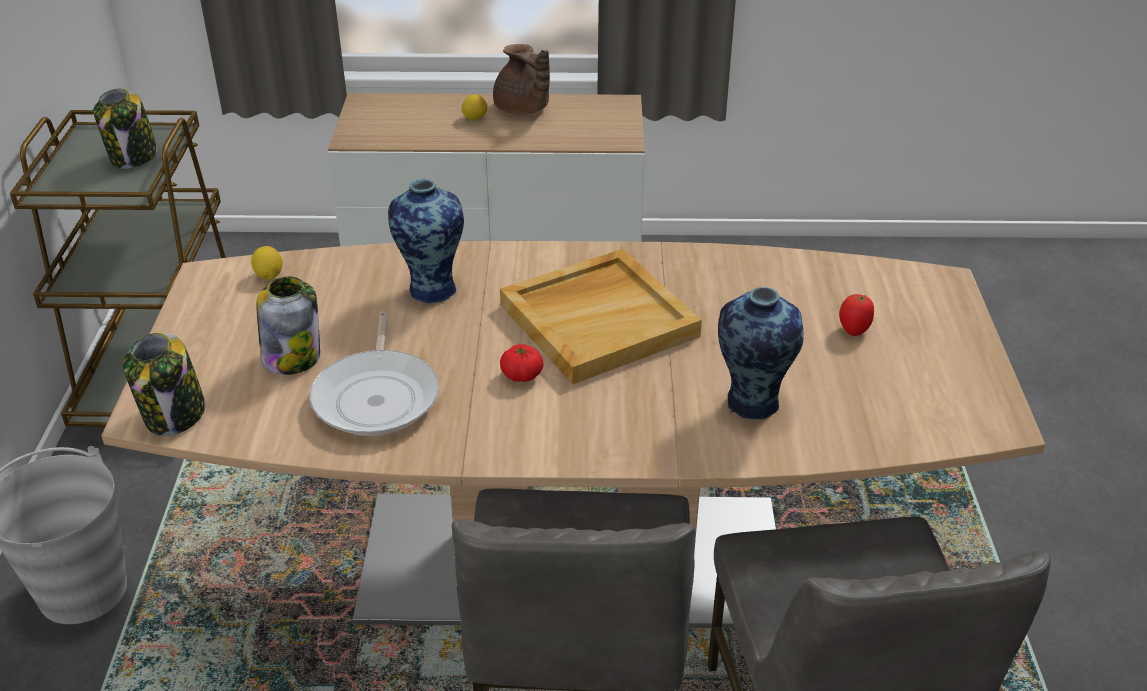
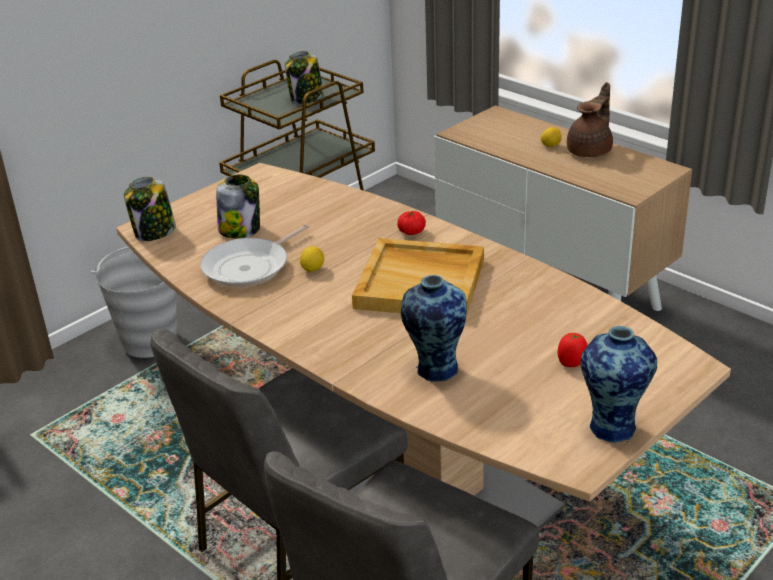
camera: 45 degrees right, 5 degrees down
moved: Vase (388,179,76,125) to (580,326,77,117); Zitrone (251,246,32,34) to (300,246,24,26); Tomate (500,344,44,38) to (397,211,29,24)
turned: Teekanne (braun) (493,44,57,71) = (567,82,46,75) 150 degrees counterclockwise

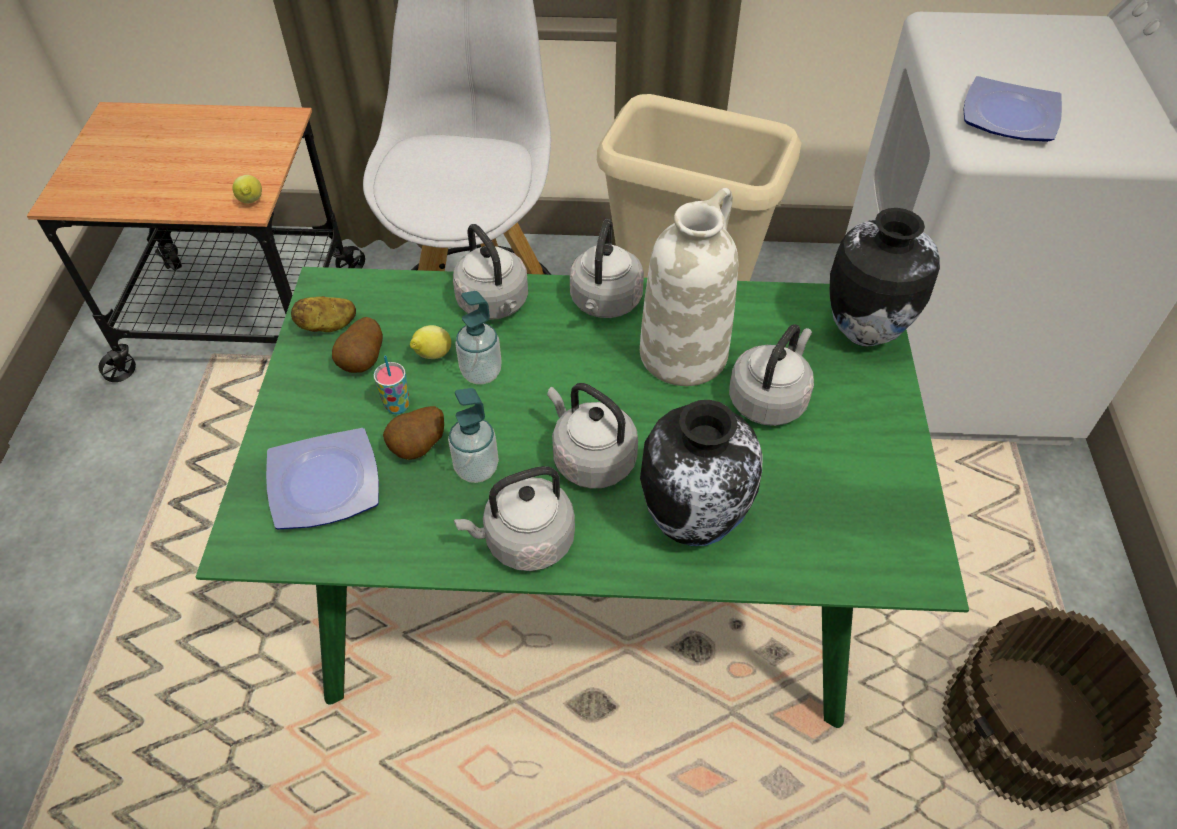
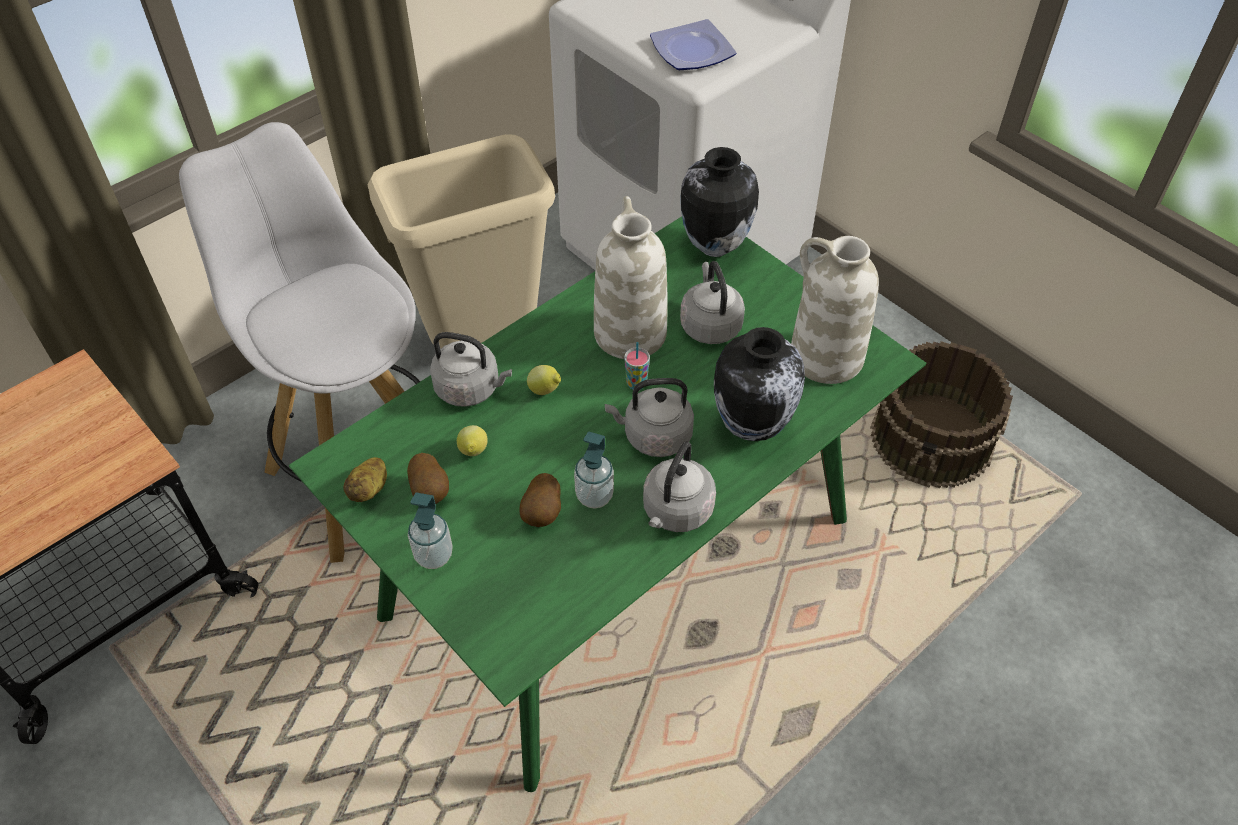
camera: 45 degrees left, 0 degrees up
removed: Wasserkessel (grau) (570,219,74,99); Teller (266,428,113,101)
added: Vase (weiß) (791,236,88,148)
moved: Zitrone (233,175,29,28) to (527,365,34,30); Seifenspender (455,291,47,93) to (408,492,45,77); Tasse (374,356,36,58) to (624,342,26,48)

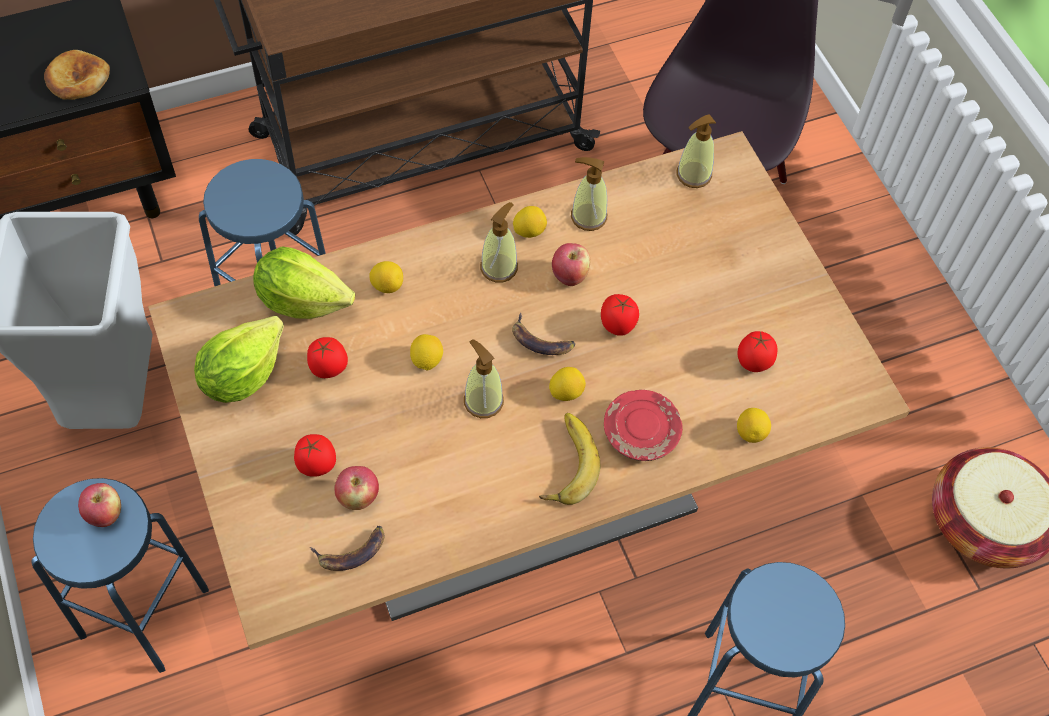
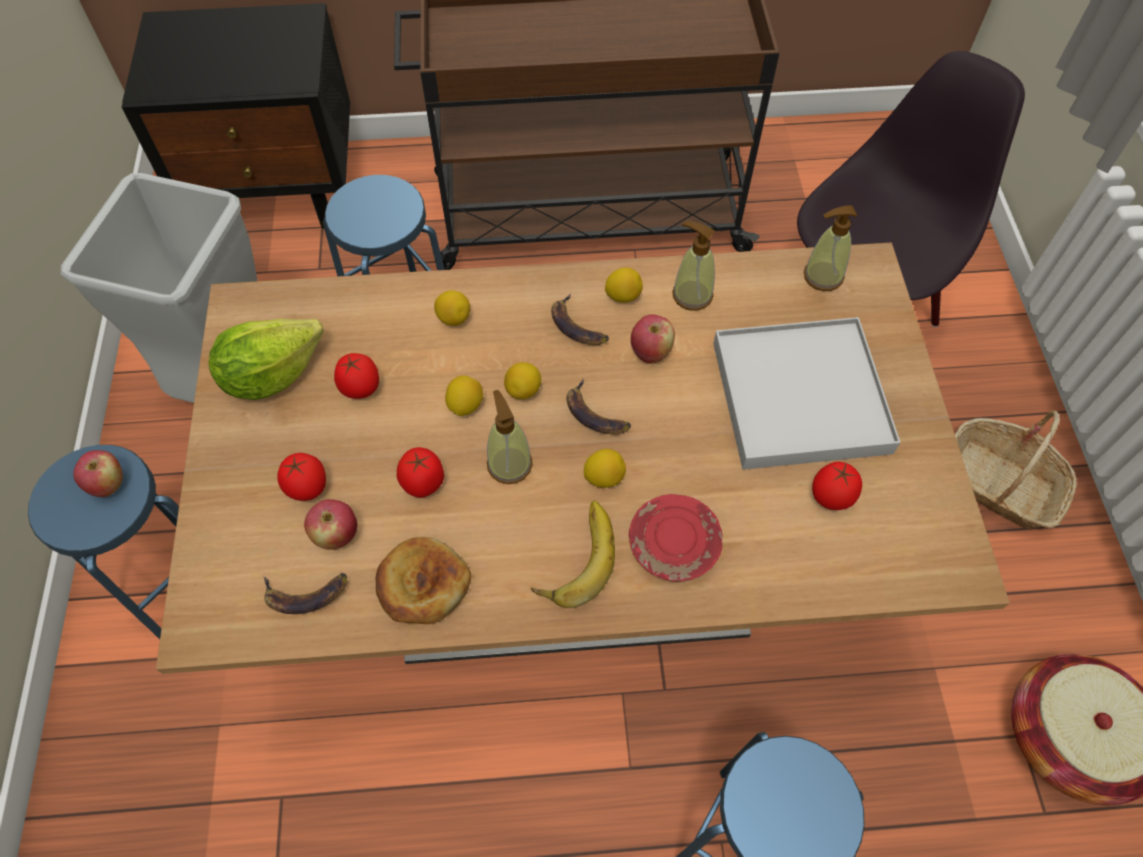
camera: 20 degrees right, 0 degrees up
removed: Salatkopf (253,246,102,73)
added: Tablett (weiß) (713,317,188,153); Korb (955,410,122,120)
moved: Brot (44,50,66,50) to (376,537,95,87); Tomate (601,294,38,42) to (397,447,47,51); Zitrone (737,408,34,35) to (504,362,37,37)
replaced: Seifenspender (480,202,38,81) to Banane (551,294,58,51)

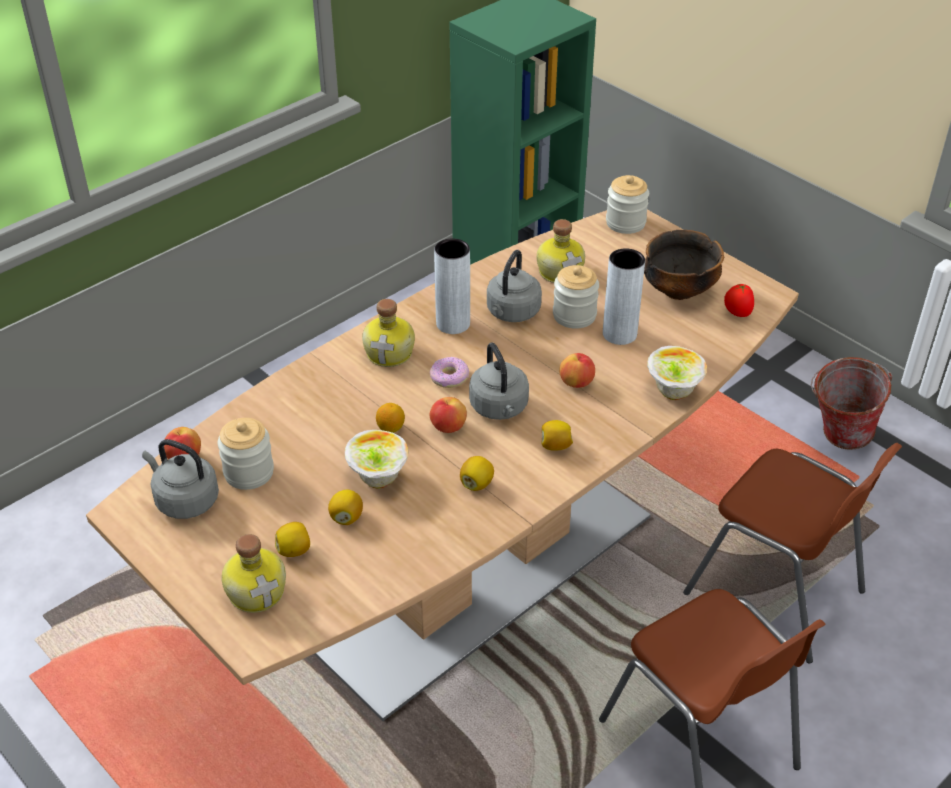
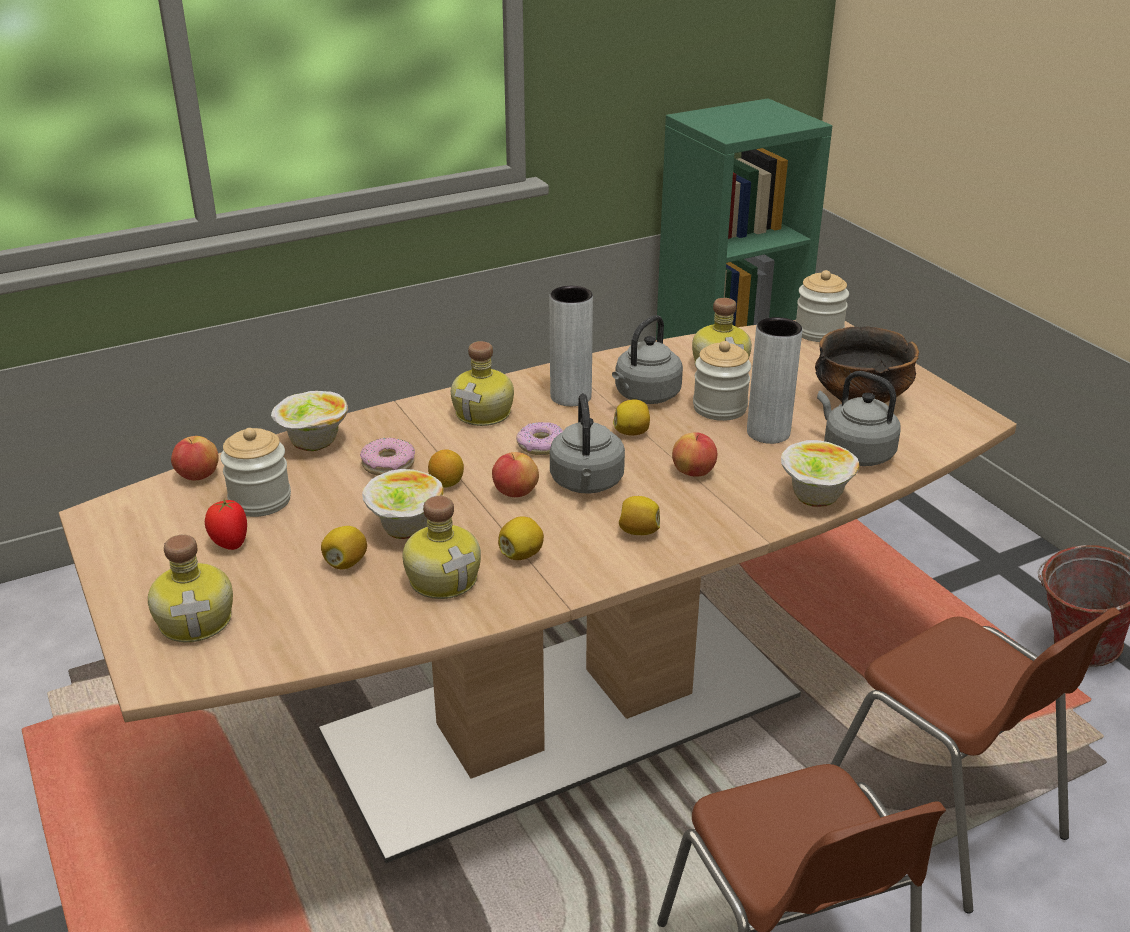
camera: 15 degrees right, 10 degrees down
added: Schüssel (271,391,77,60); Donut (360,437,55,38); Flasche (402,496,79,103)
moved: Tomate (724,284,30,33) to (205,499,42,51); Wasserkessel (grau) (142,439,77,80) to (817,371,84,95); Zitrone (275,522,35,35) to (613,399,37,36)

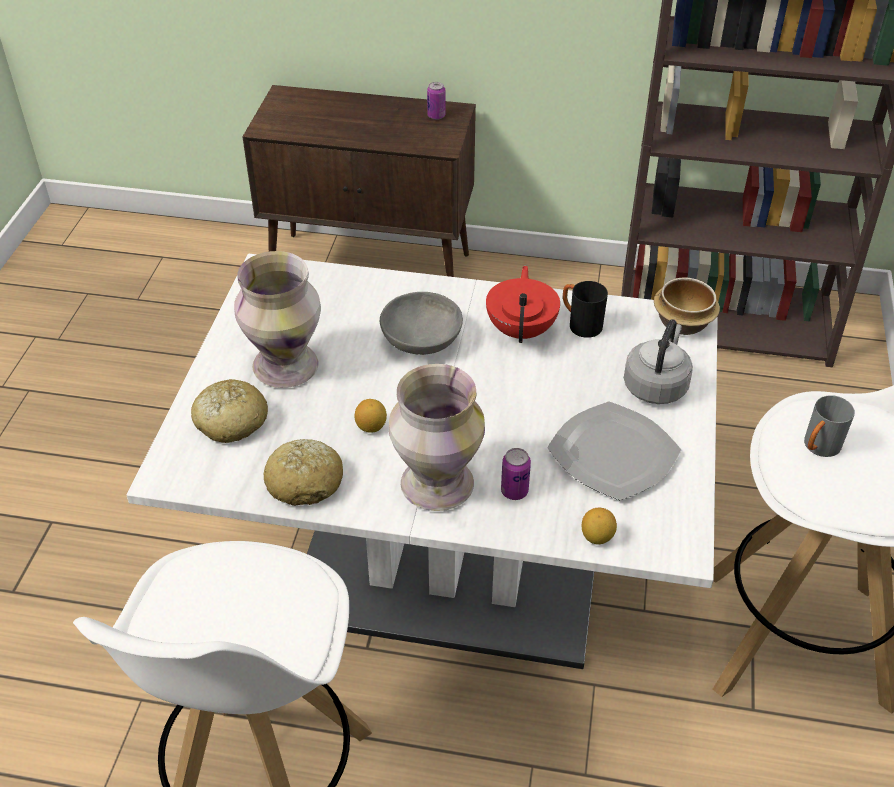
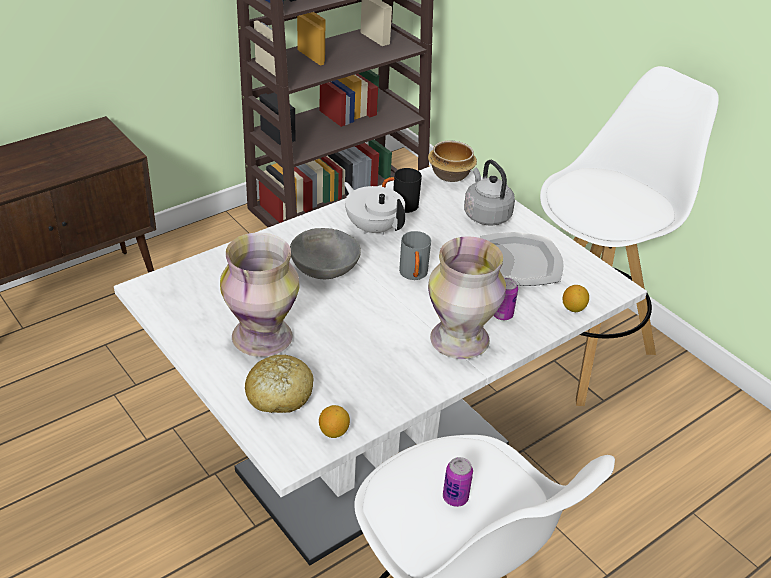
camera: 50 degrees left, 5 degrees down
removed: Brot (264,439,79,67)
moved: Dose (427,82,18,38) to (443,457,30,50); Henkelbecher (grau) (804,395,51,62) to (399,231,32,49); Zitrone (355,399,32,34) to (319,405,31,33)
recoloured: Teekanne (rot) (486,266,74,77) to Teekanne (weiß) (344,182,61,53)

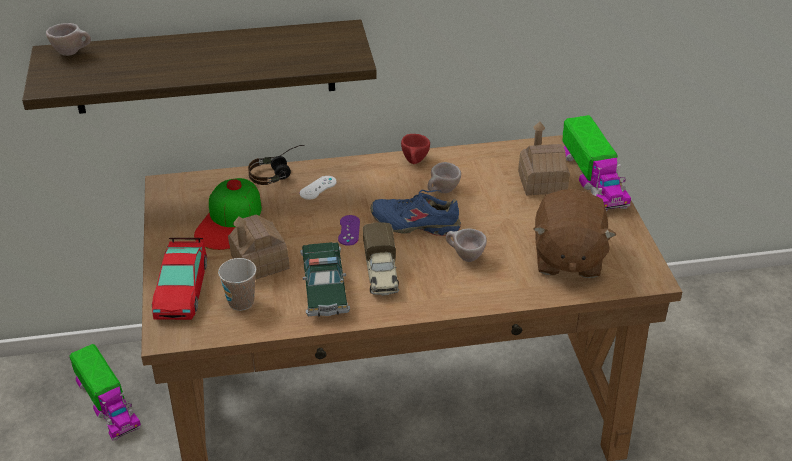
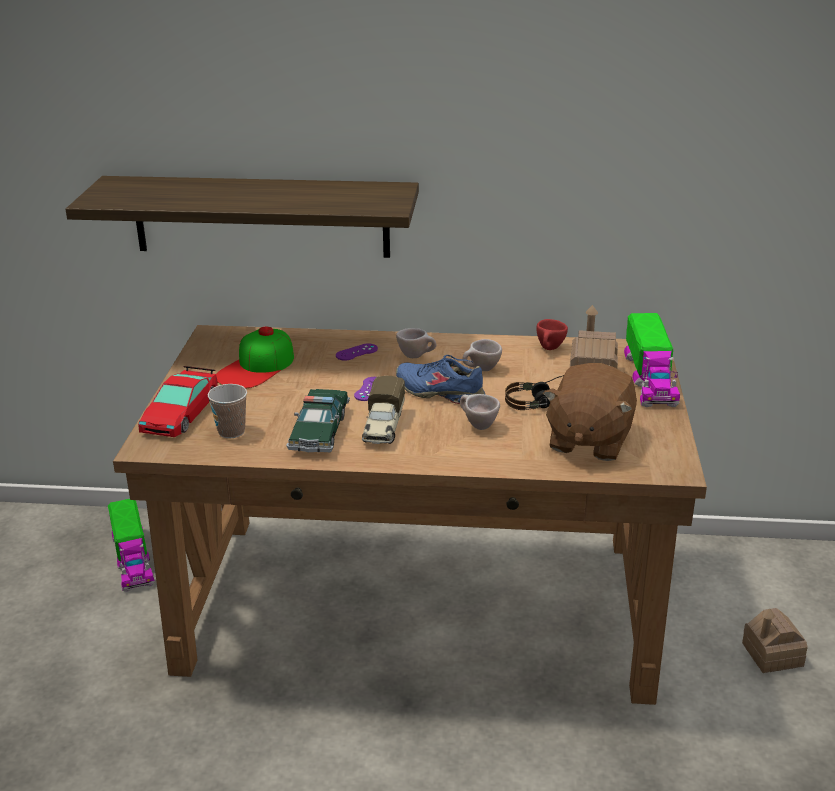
camera: 15 degrees right, 10 degrees down
moved: Tasse (beige) (46,23,45,33) to (396,328,40,30); Tasse (rot) (401,134,29,30) to (536,319,32,31); Kopfhörer (248,145,57,40) to (505,375,59,35); Spielzeughaus (228,215,62,65) to (742,608,66,65)
recoloured: Gamepad (weiß) (300,176,37,24) to Gamepad (lila) (336,343,42,18)

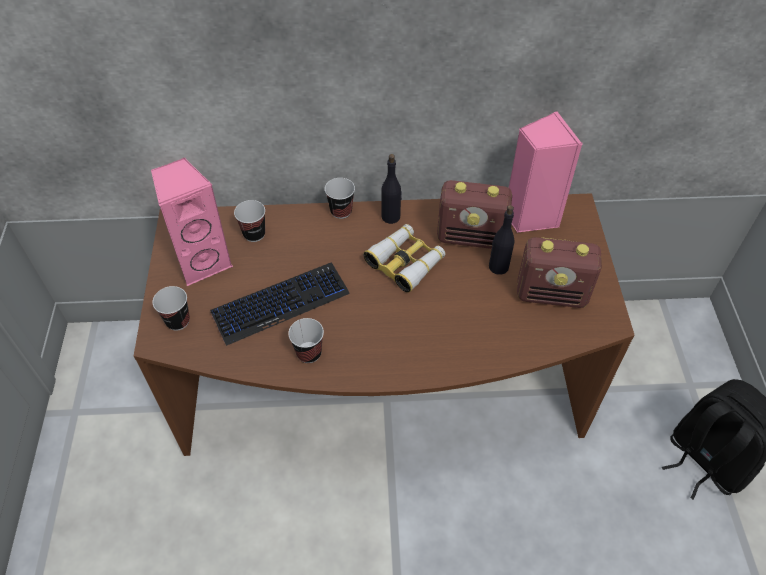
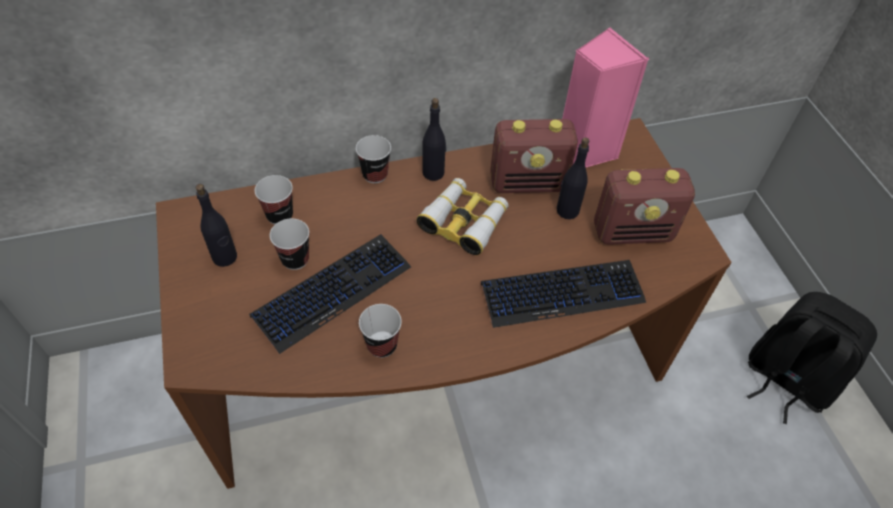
camera: 15 degrees left, 0 degrees up
added: Tastatur (481,260,165,68)
moved: Tasse (153,286,37,45) to (270,219,39,51)
replaced: Lautsprecher (rosa) (151,158,82,128) to Flasche (schwarz) (196,184,41,83)

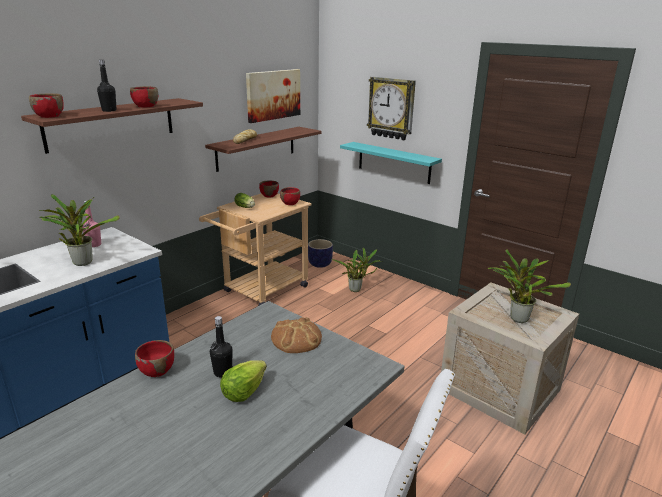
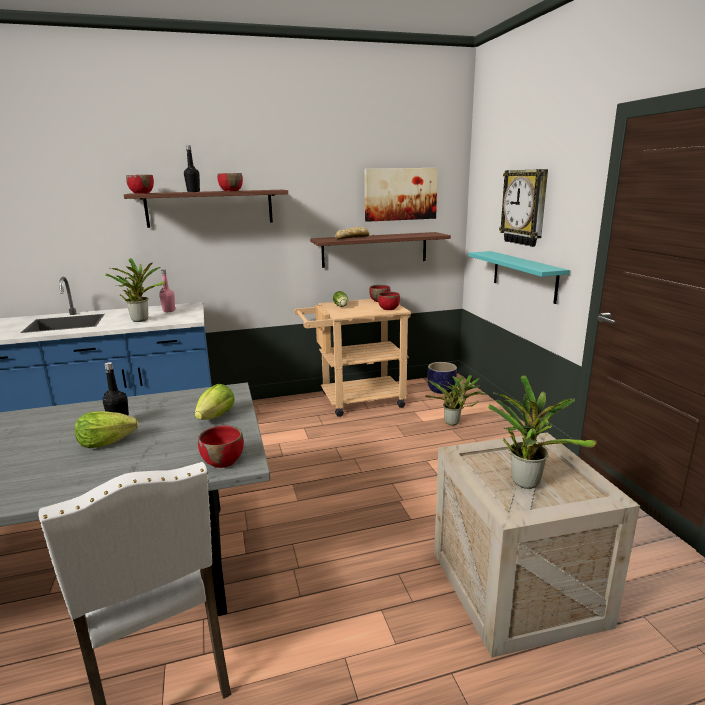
camera: 35 degrees right, 5 degrees down
moved: Schüssel (rot) (135,340,39,37) to (198,425,46,43)
replaced: Brot (271,317,51,36) to Salatkopf (195,384,40,36)

